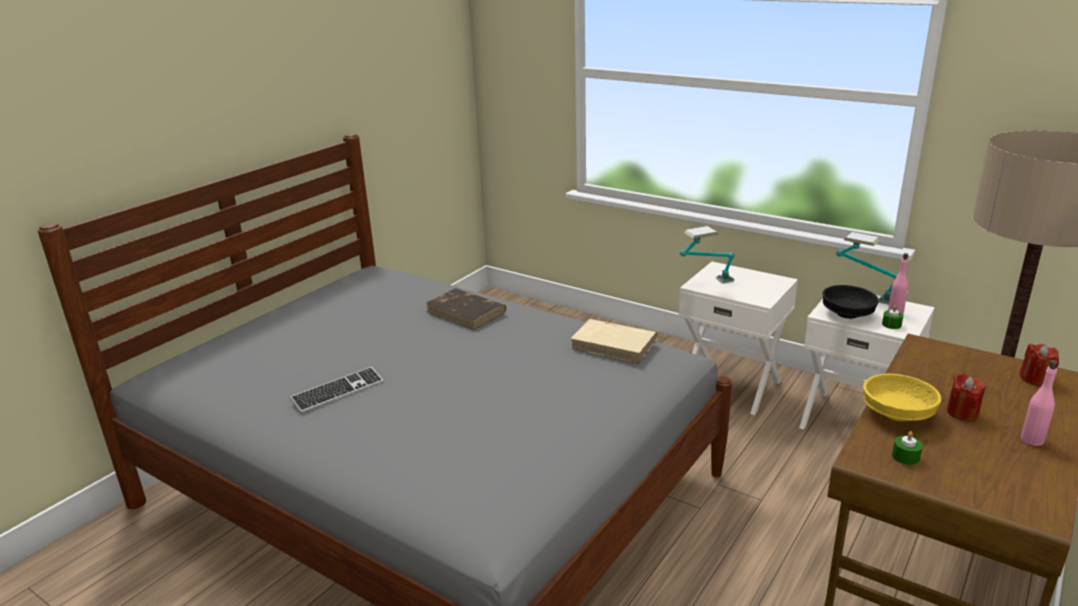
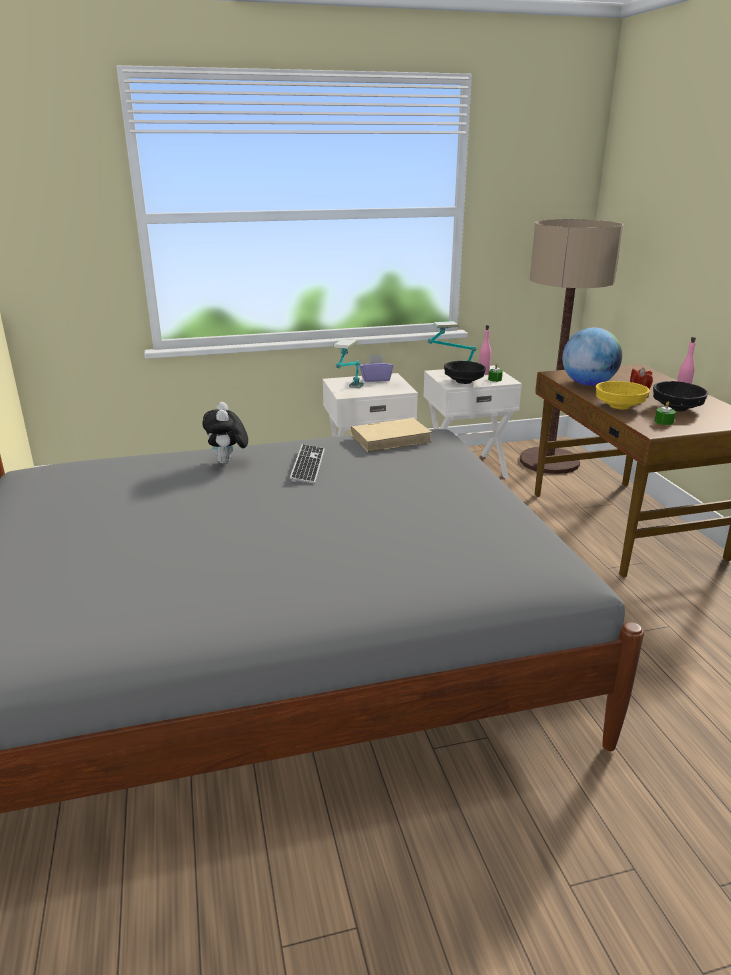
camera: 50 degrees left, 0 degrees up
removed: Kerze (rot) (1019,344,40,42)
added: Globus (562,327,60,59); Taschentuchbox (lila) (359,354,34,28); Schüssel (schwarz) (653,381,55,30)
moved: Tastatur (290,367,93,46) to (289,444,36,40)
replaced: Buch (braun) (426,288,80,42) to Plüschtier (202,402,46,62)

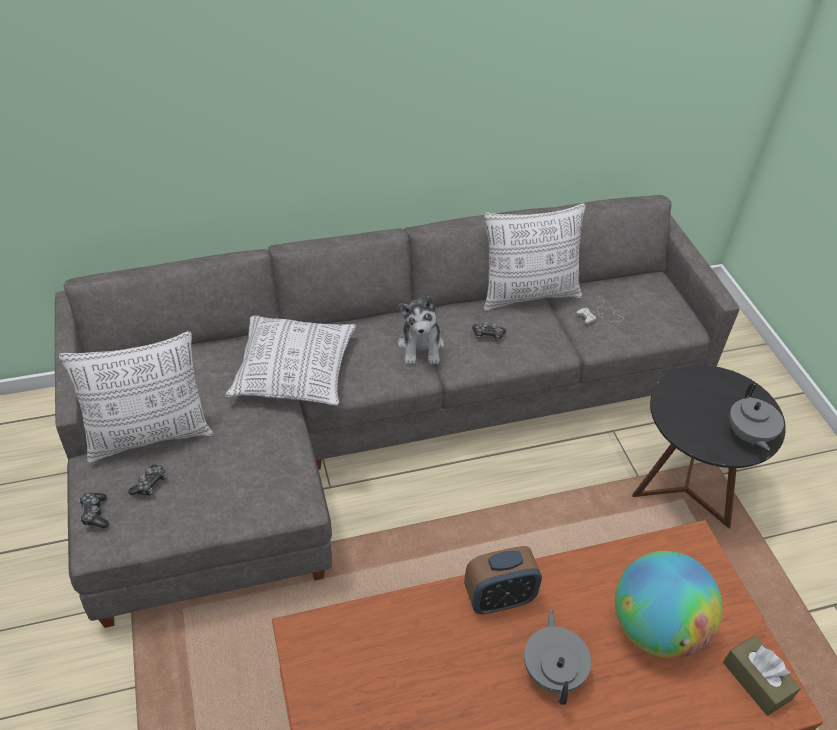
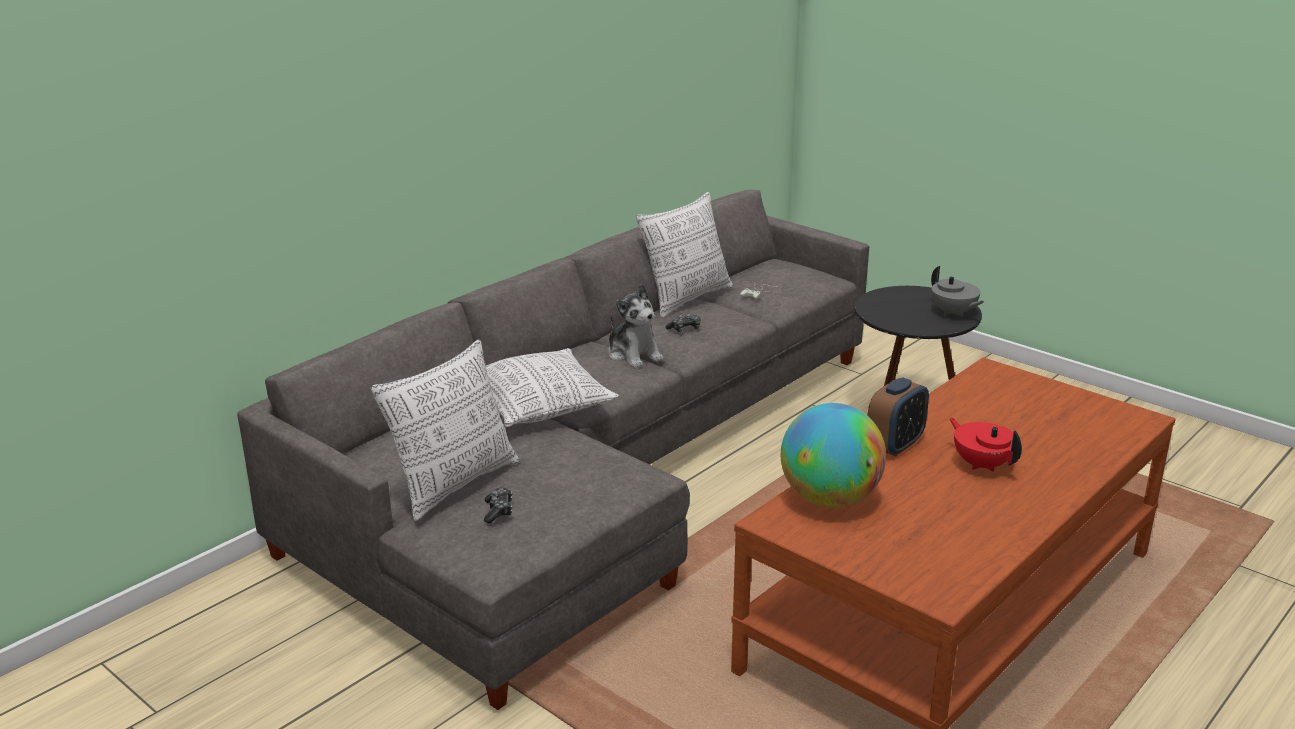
camera: 30 degrees left, 20 degrees down
removed: Gamepad (78,492,31,36); Taschentuchbox (braun) (723,636,78,80)
moved: Globus (615,551,108,107) to (781,403,105,105)
recoloured: Teekanne (grau) (524,610,67,94) to Teekanne (rot) (949,418,73,53)

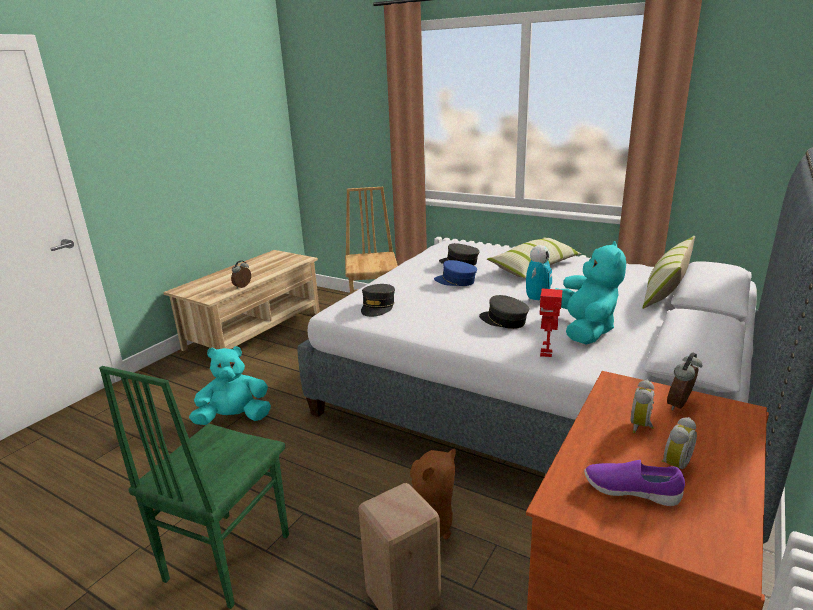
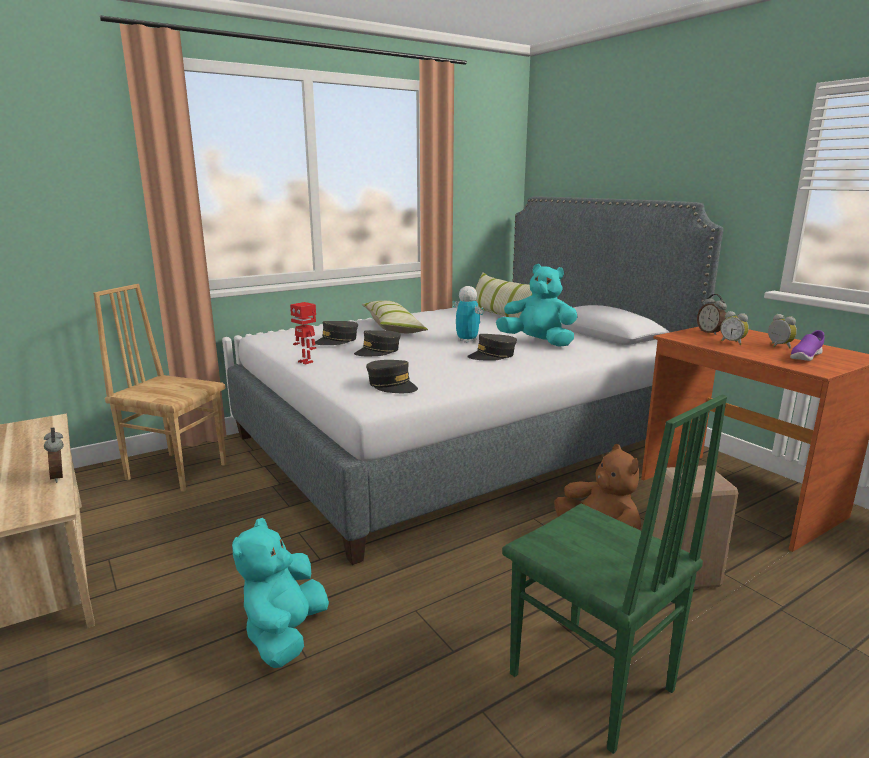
camera: 65 degrees left, 5 degrees down
moved: Spielzeugroboter (539,289,23,68) to (290,302,26,63)
recoloured: Kappe (blau) (434,260,43,26) to Kappe (grau) (354,330,47,26)

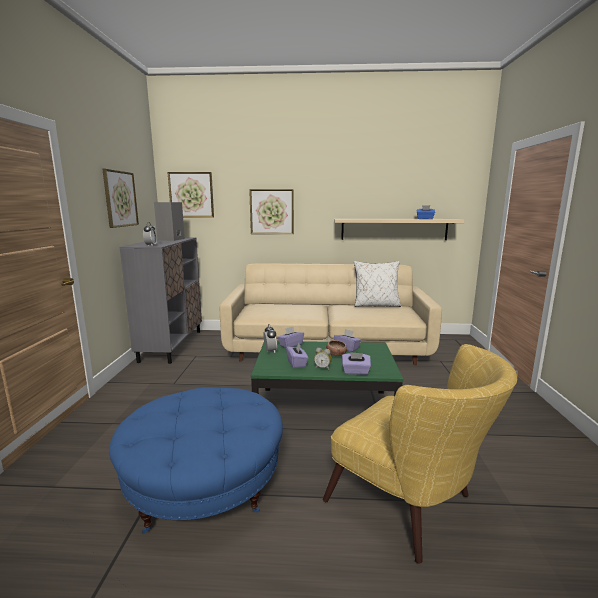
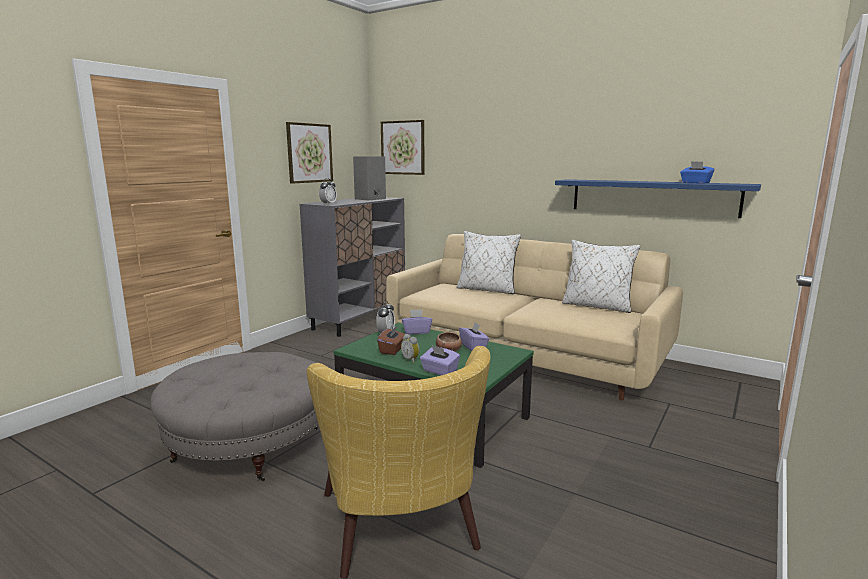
camera: 30 degrees right, 0 degrees up
removed: Bild (249,189,45,45)
added: Kissen (weiß) (457,231,64,63)
recoloured: Wandregal (beige) (334,219,130,21) to Wandregal (blau) (555,179,206,39); Taschentuchbox (lila) (286,343,22,25) to Taschentuchbox (braun) (377,325,28,30); Polsterhocker (blau) (109,387,174,146) to Polsterhocker (grau) (150,352,168,130)

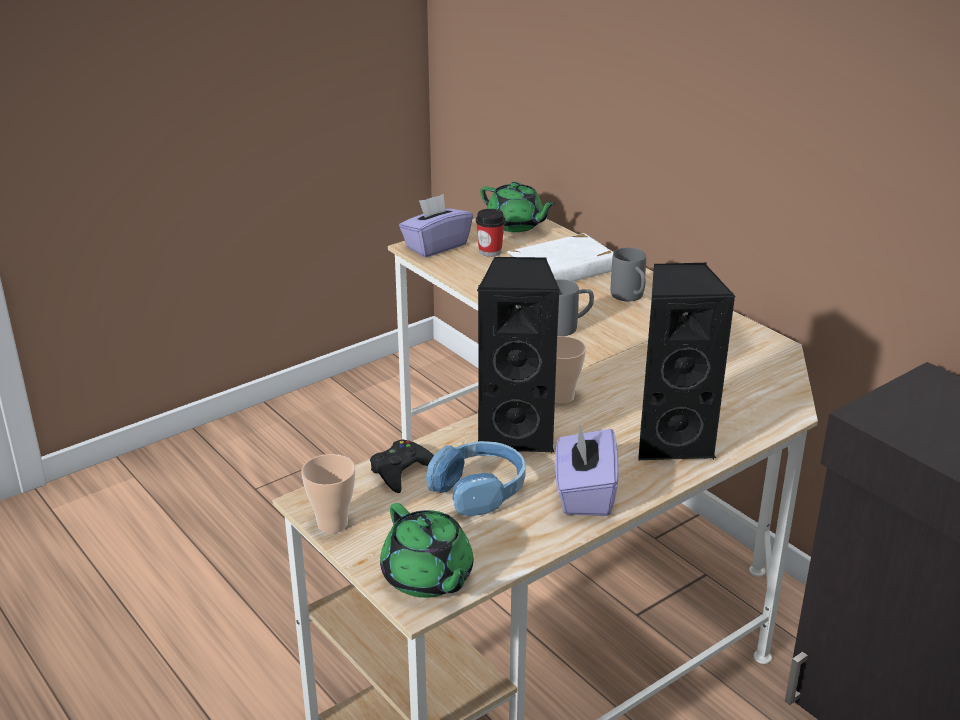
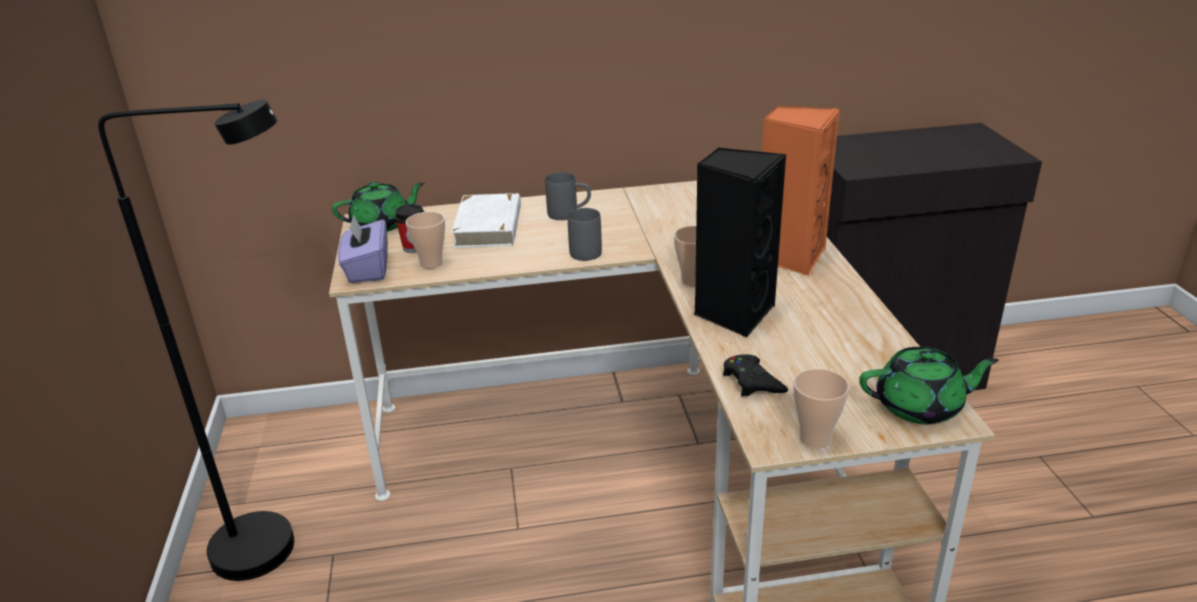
camera: 60 degrees left, 0 degrees up
removed: Taschentuchbox (lila) (555,423,64,93); Kopfhörer (blau) (426,441,100,75)
added: Stehlampe (schwarz) (98,99,196,482); Tasse (406,212,39,57)
recoloured: Lautsprecher (schwarz) (638,263,98,197) to Lautsprecher (orange) (762,106,78,170)

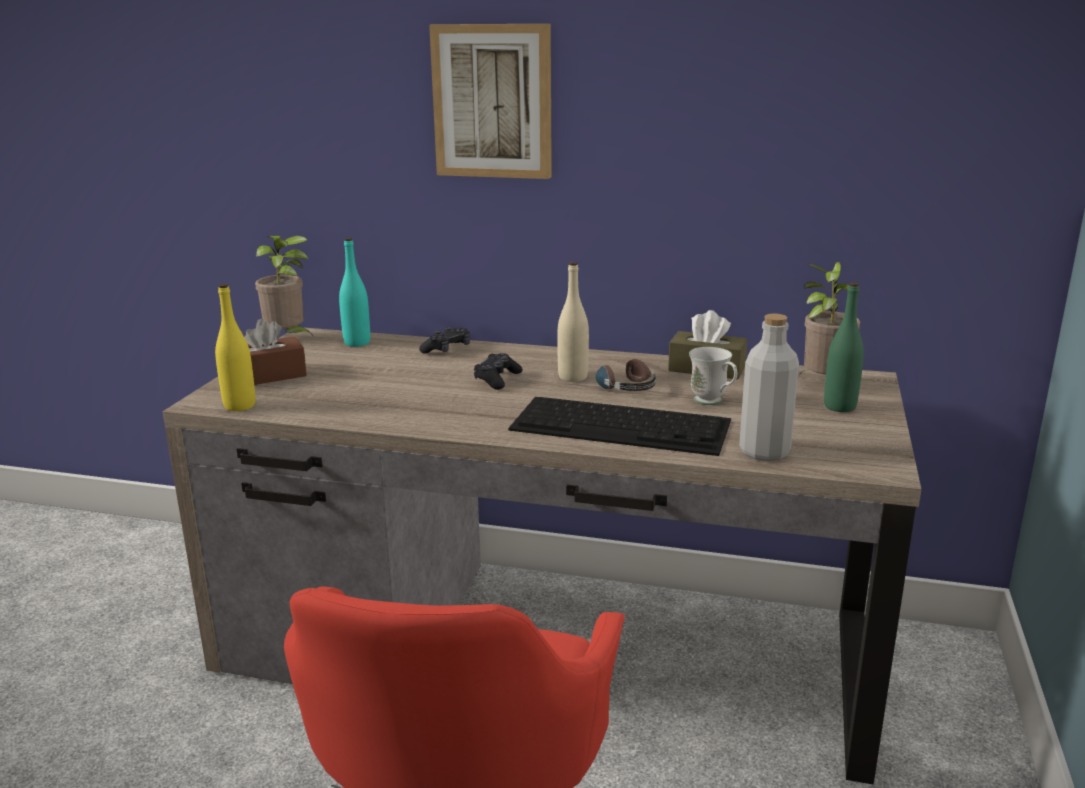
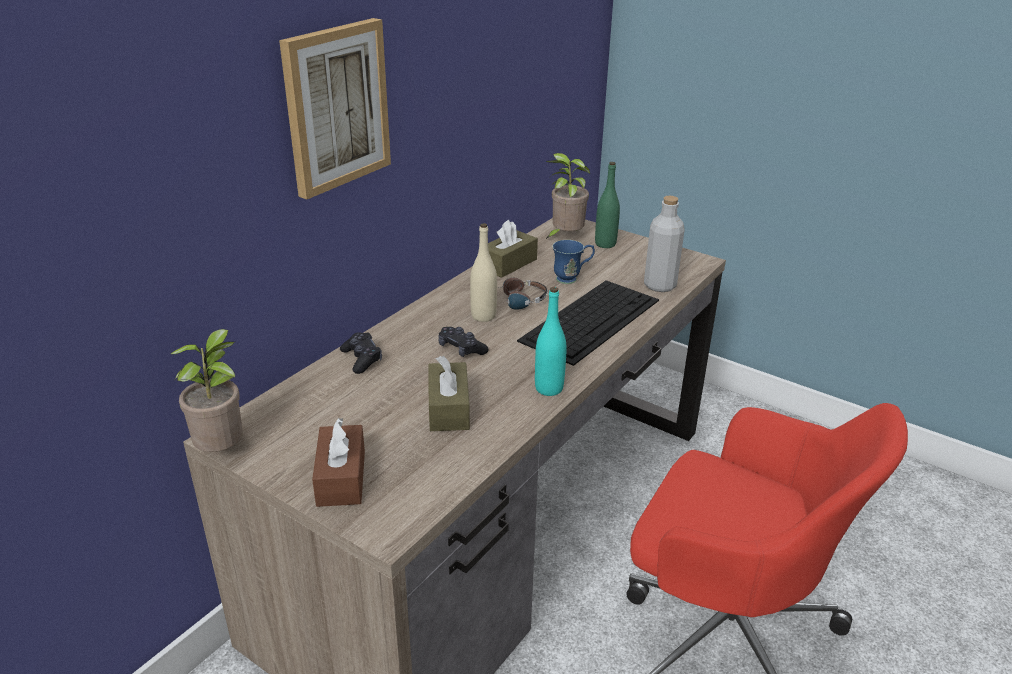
camera: 70 degrees left, 10 degrees up
removed: Flasche (gelb) (215,284,40,127)
added: Taschentuchbox (braun) (428,356,42,75)
moved: Flasche (türkis) (339,238,31,109) to (535,287,32,109)
recoloured: Henkelbecher (weiß) (689,347,48,58) to Henkelbecher (blau) (552,240,43,44)

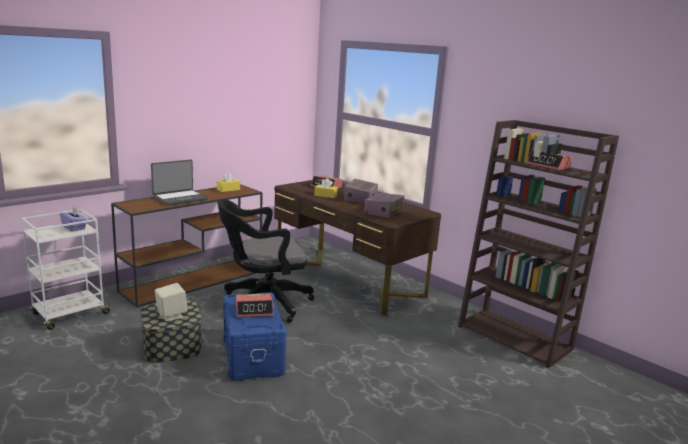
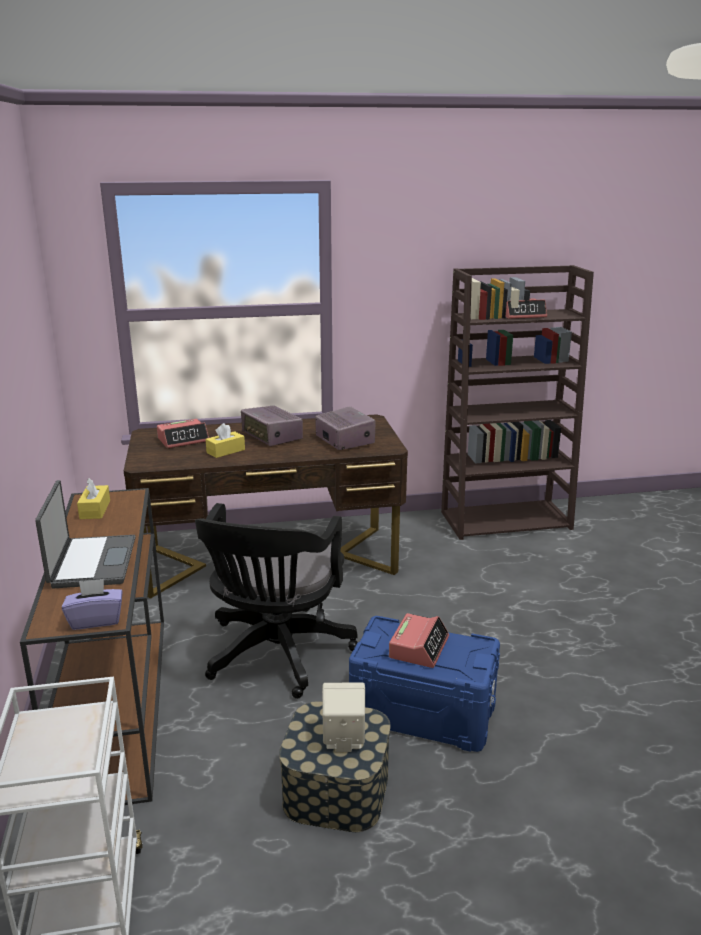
camera: 55 degrees left, 5 degrees up
moved: Taschentuchbox (lila) (60,207,27,25) to (62,579,61,51)

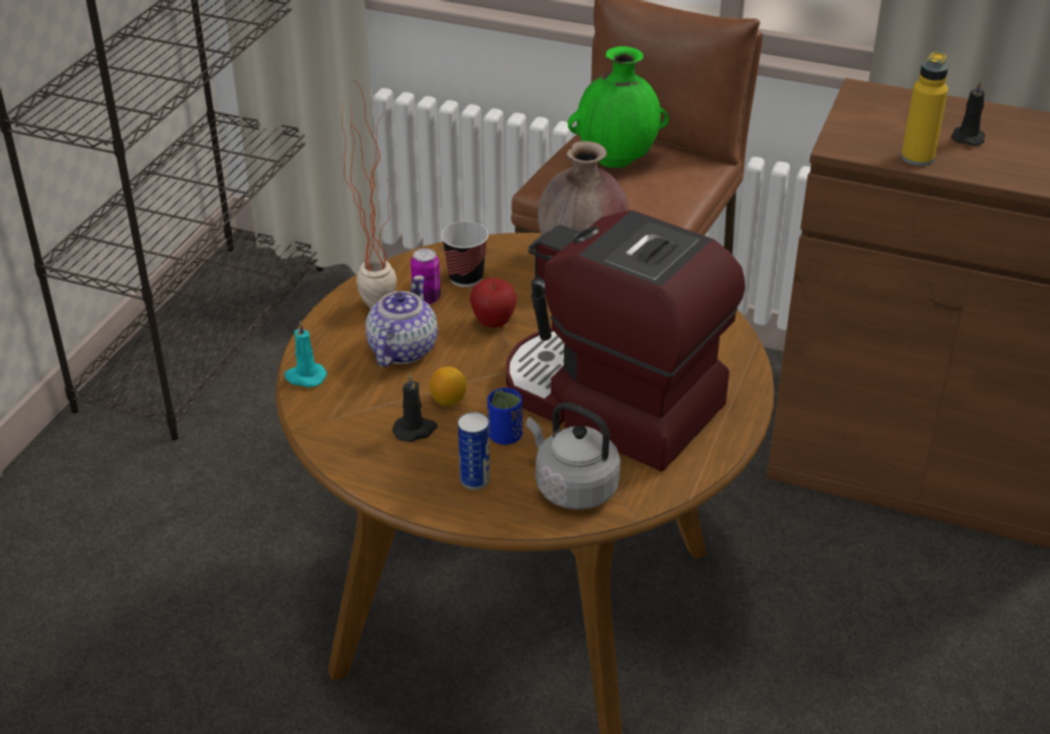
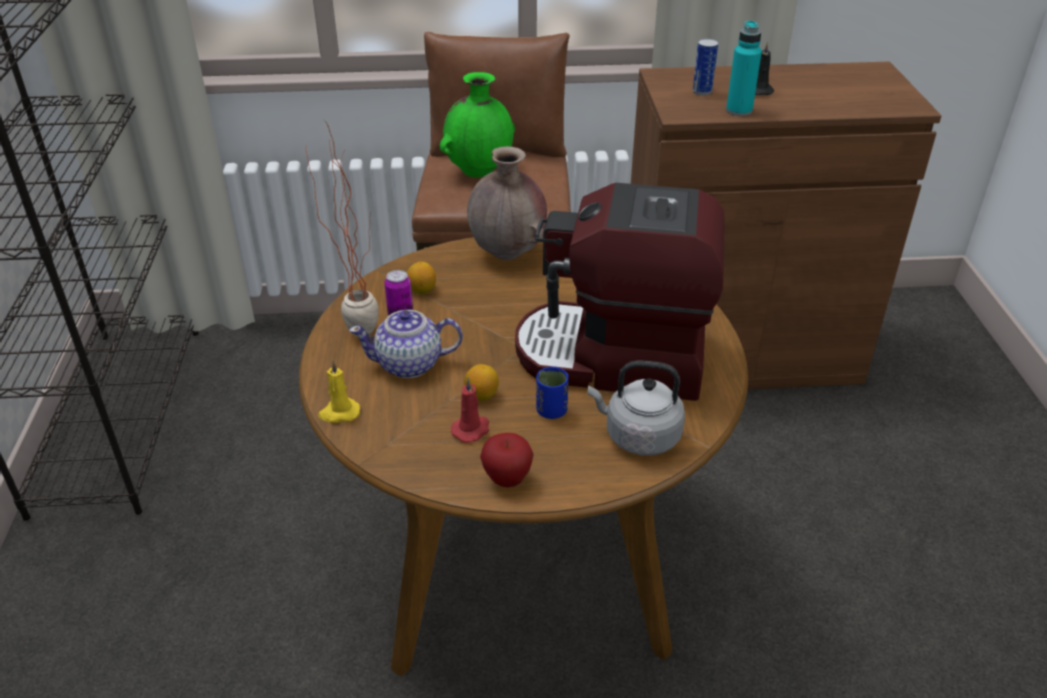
camera: 25 degrees left, 0 degrees up
moved: Apfel (470,278,47,50) to (480,433,54,54); Dose (458,412,32,78) to (693,39,25,57)
replaced: Tasse (441,222,48,65) to Zitrone (407,262,29,32)
recoloured: Flasche (gelb) (901,52,47,114) to Flasche (türkis) (726,20,36,96); Kerze (türkis) (284,321,43,66) to Kerze (gelb) (318,360,42,63); Kerze (schwarz) (392,373,45,69) to Kerze (rot) (451,377,38,66)
turned: Teekanne (366,275,72,92) = (349,310,114,68) 90 degrees counterclockwise

